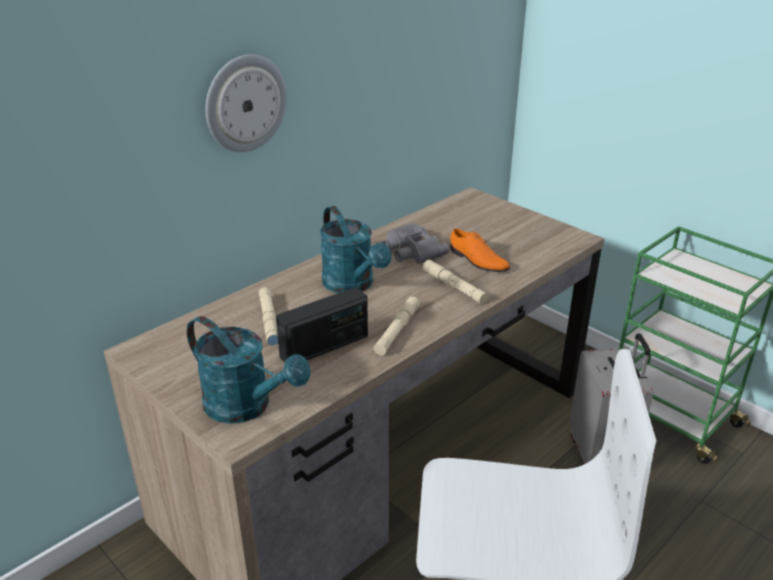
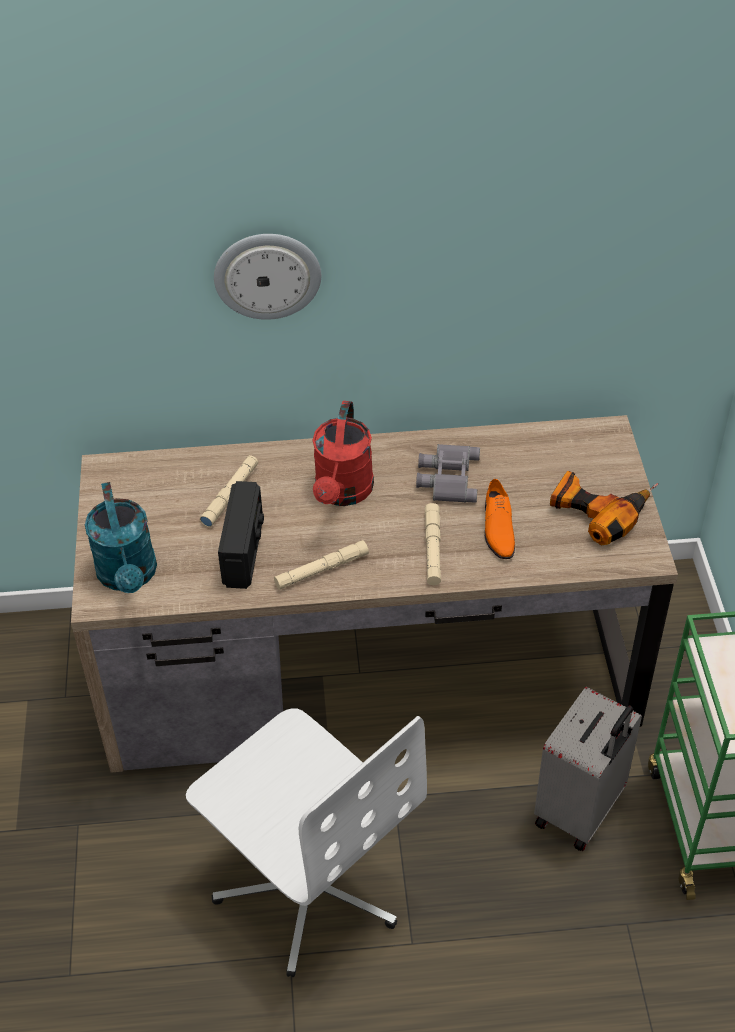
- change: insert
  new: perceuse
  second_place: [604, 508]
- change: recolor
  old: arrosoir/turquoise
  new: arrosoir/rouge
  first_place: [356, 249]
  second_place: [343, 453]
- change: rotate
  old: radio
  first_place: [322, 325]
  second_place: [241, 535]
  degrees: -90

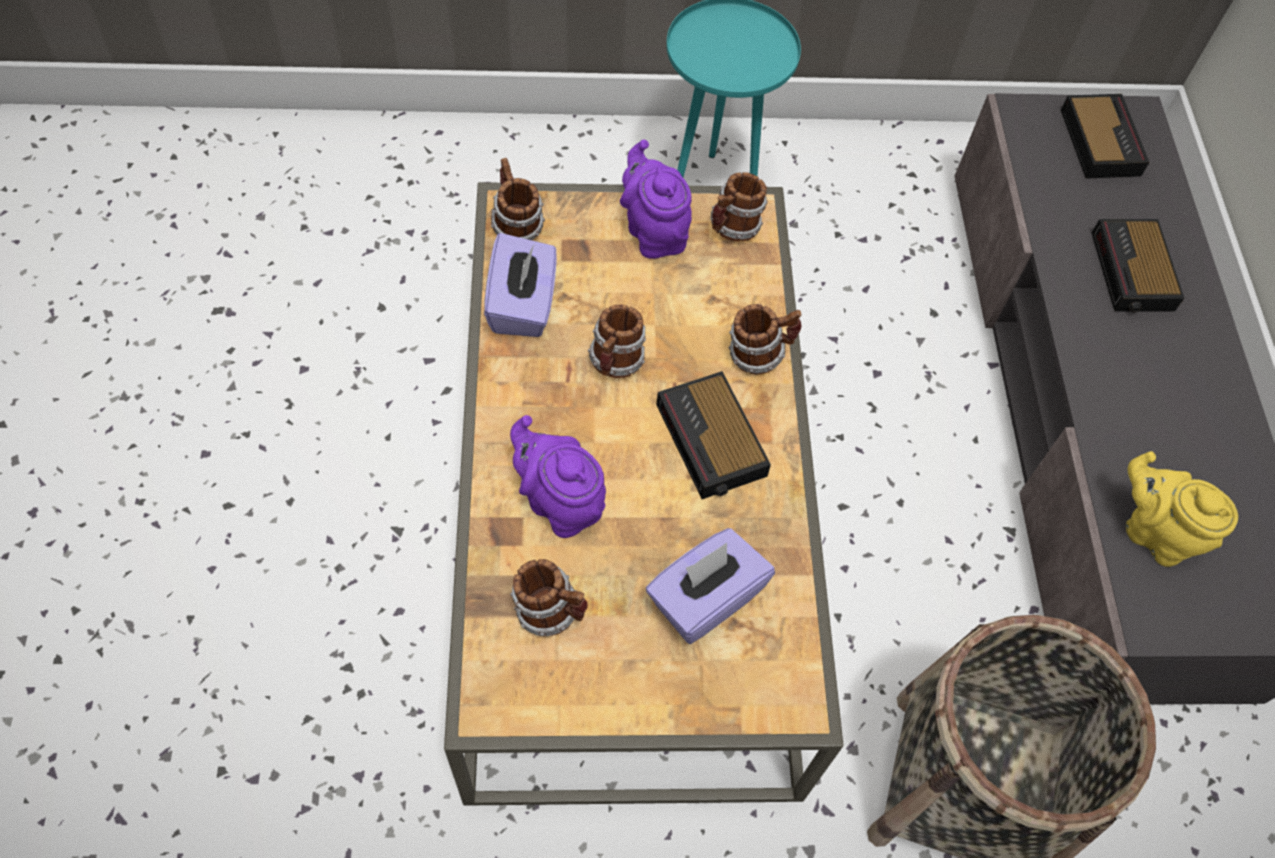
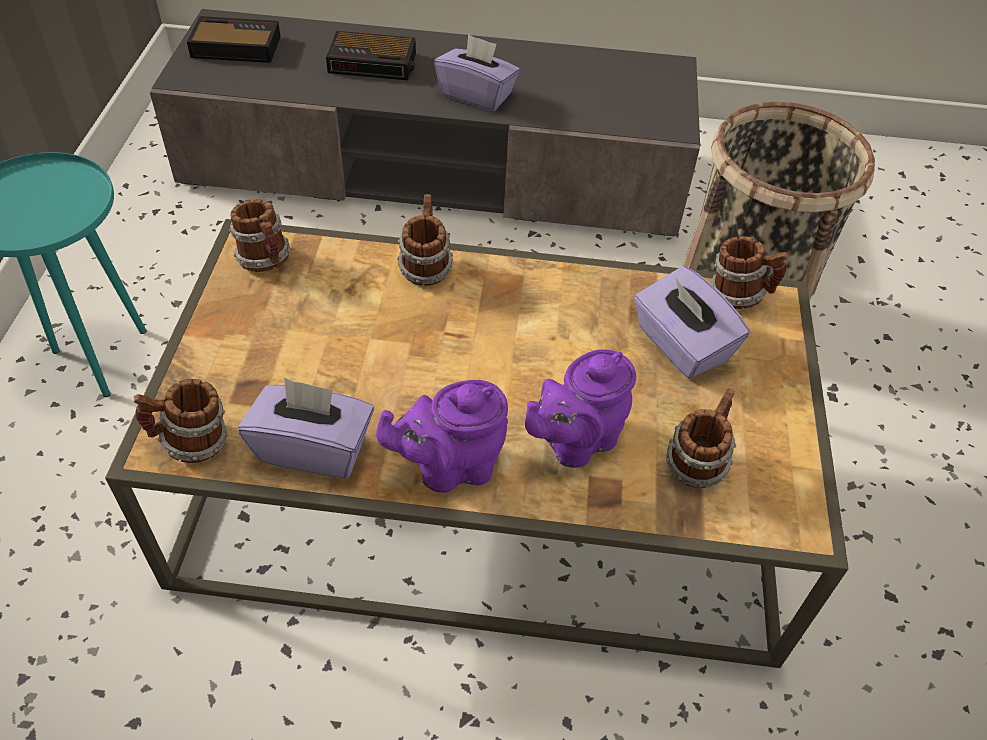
- change: delete
  old: réveil
  first_place: [713, 435]
- change: delete
  old: théière/jaune
  first_place: [1182, 509]
- change: insert
  new: boîte à mouchoirs/violet
  second_place: [477, 72]
- change: move
  old: mug
  first_place: [617, 341]
  second_place: [750, 272]
- change: move
  old: théière/violet
  first_place: [656, 199]
  second_place: [442, 436]

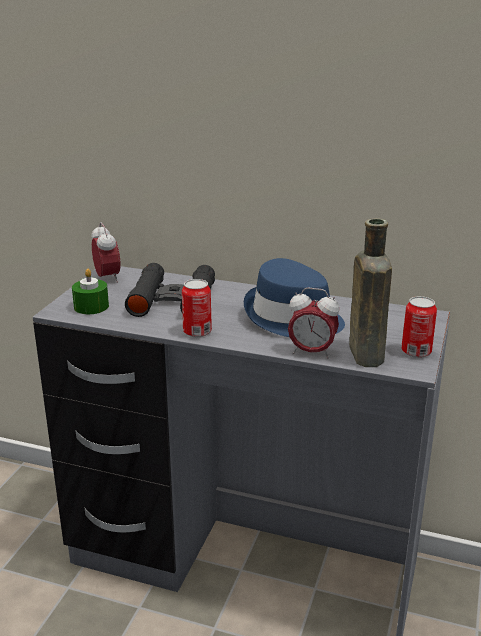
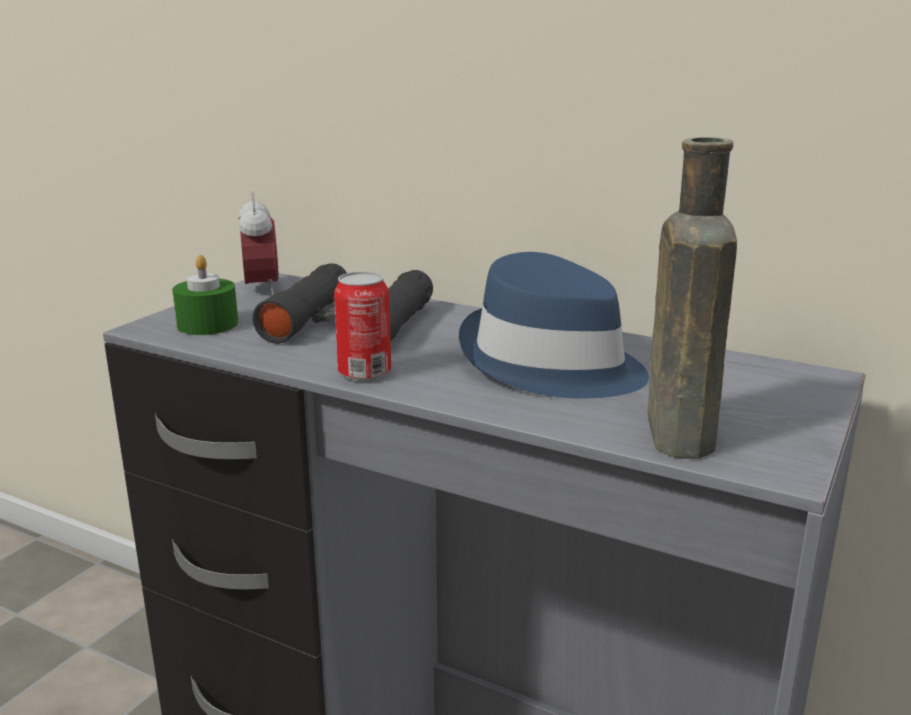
- change: delete
  old: réveil
  first_place: [313, 323]
- change: delete
  old: boîte métallique
  first_place: [419, 327]

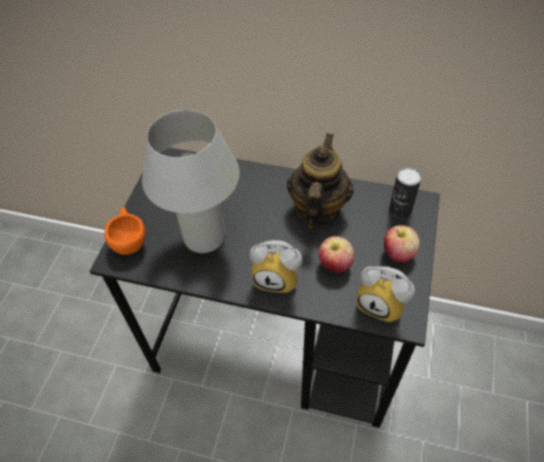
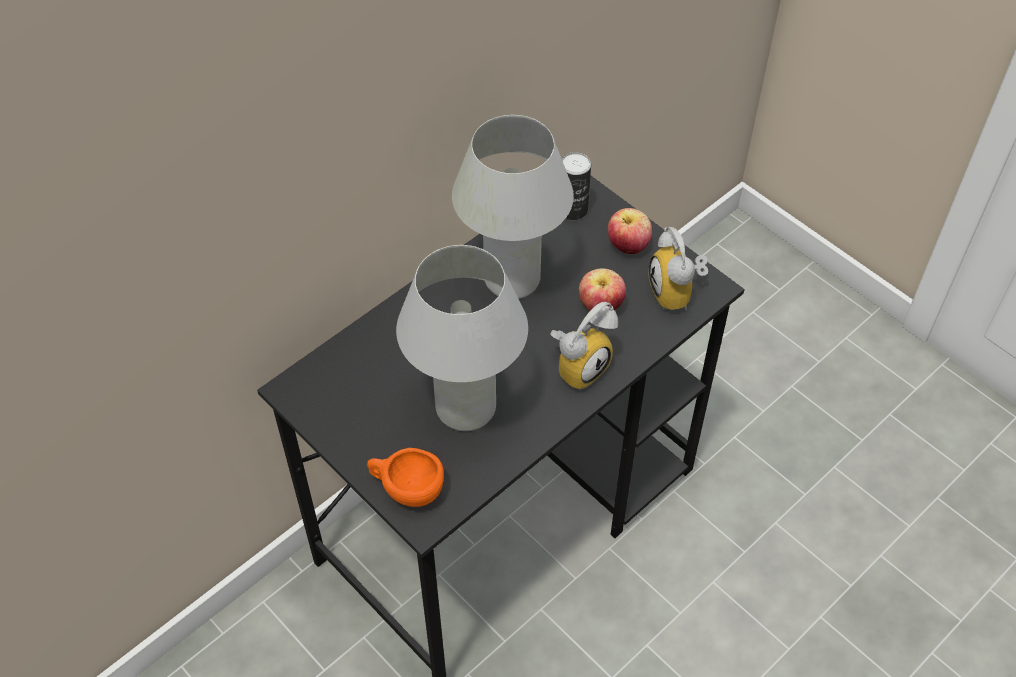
- change: replace
  old: théière
  new: lampe de table/blanc
  first_place: [320, 181]
  second_place: [513, 207]
- change: rotate
  old: réveil
  first_place: [386, 294]
  second_place: [678, 269]
  degrees: 105

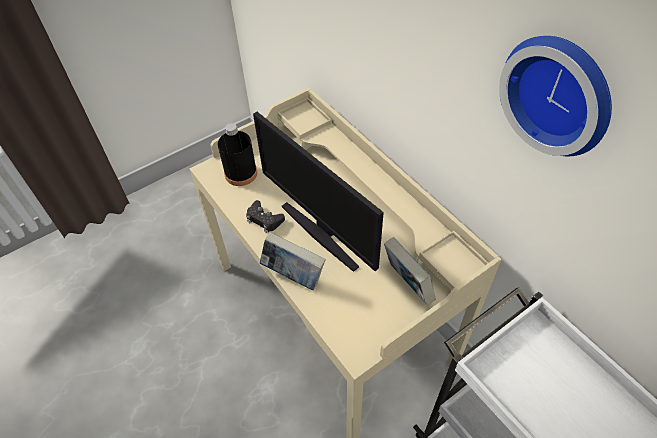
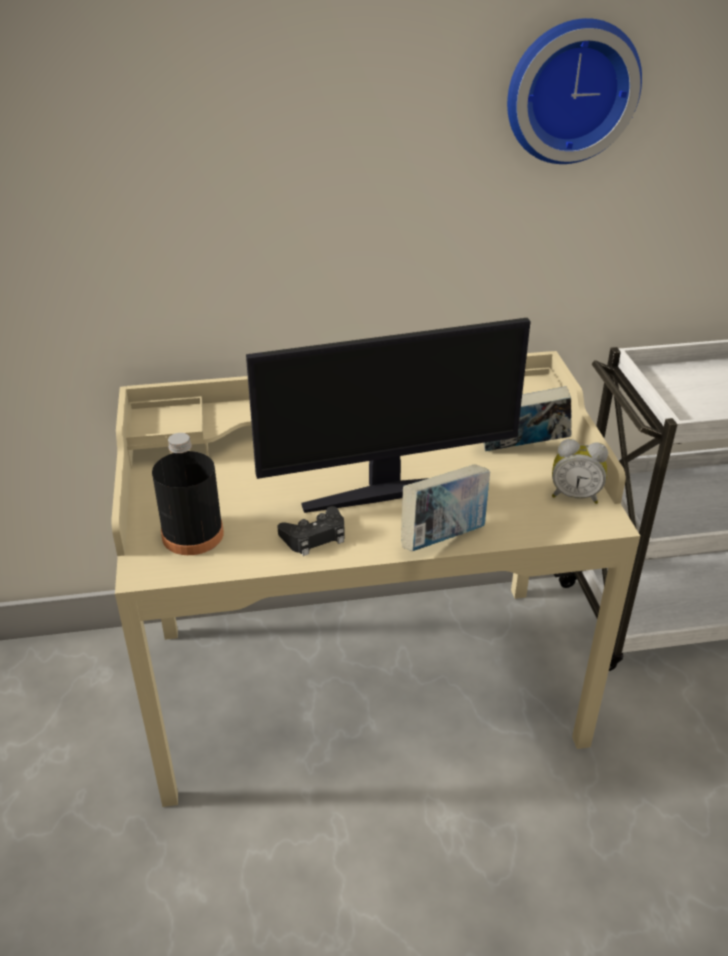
- change: insert
  new: réveil
  second_place: [580, 471]

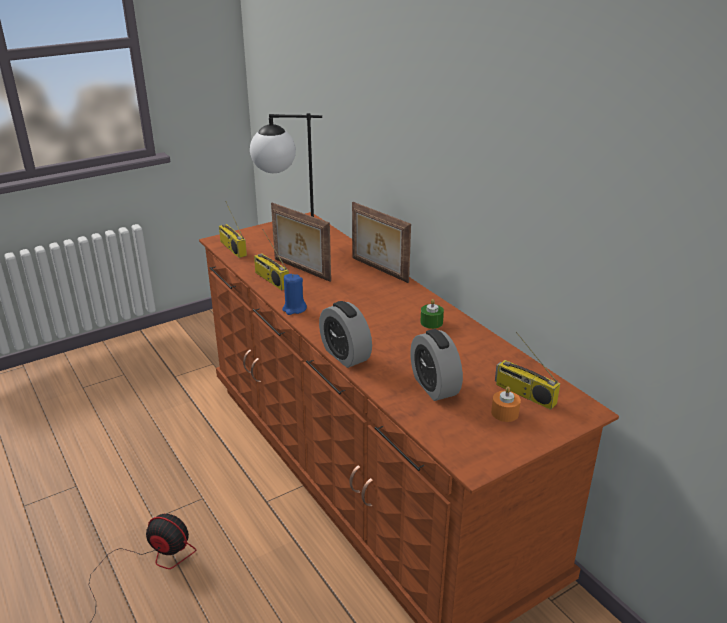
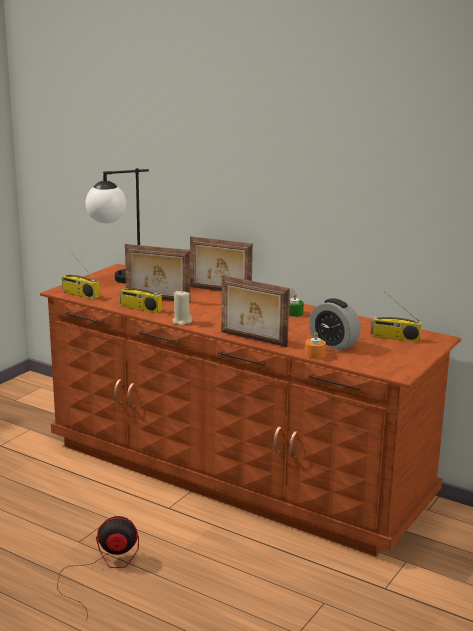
- change: move
  old: bougie/orange
  first_place: [506, 404]
  second_place: [315, 345]
- change: replace
  old: réveil
  new: cadre photo
  first_place: [345, 334]
  second_place: [255, 311]
- change: recolor
  old: bougie/bleu
  new: bougie/beige
  first_place: [294, 294]
  second_place: [182, 308]

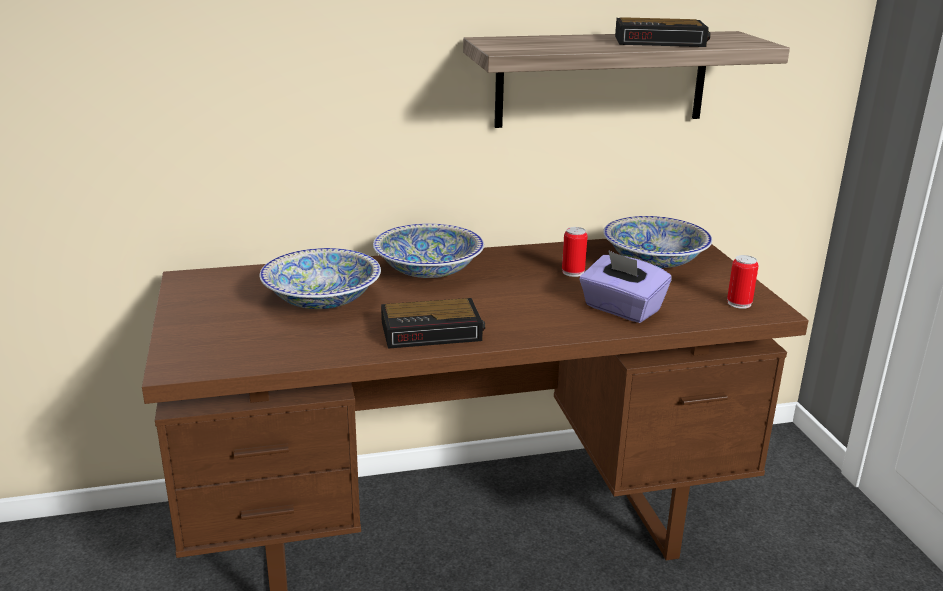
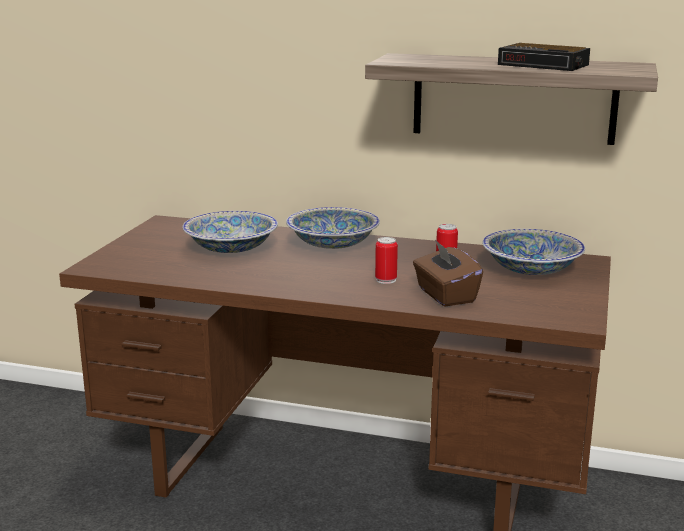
- change: delete
  old: réveil
  first_place: [433, 323]
- change: move
  old: boîte métallique
  first_place: [742, 282]
  second_place: [386, 260]
- change: recolor
  old: boîte à mouchoirs/violet
  new: boîte à mouchoirs/marron
  first_place: [625, 286]
  second_place: [448, 274]

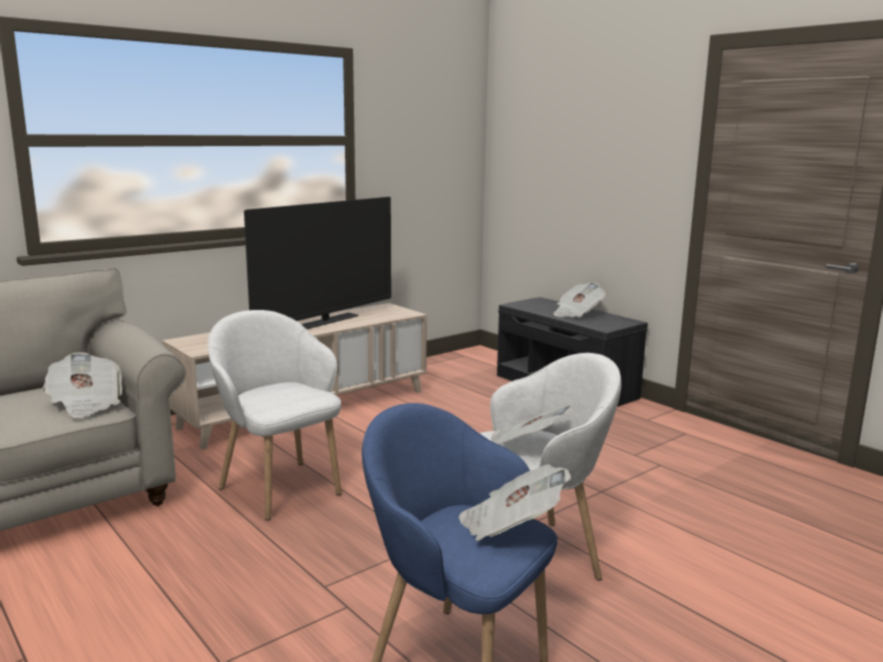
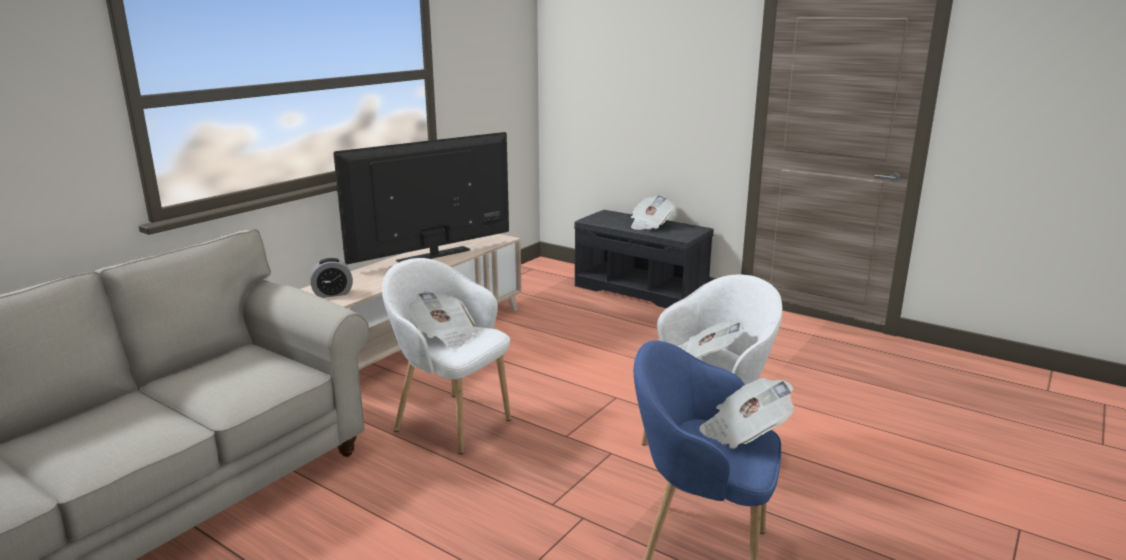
- change: insert
  new: réveil
  second_place: [331, 278]
- change: move
  old: journal
  first_place: [82, 385]
  second_place: [443, 320]
- change: rotate
  old: téléviseur
  first_place: [317, 263]
  second_place: [421, 198]
  degrees: -150

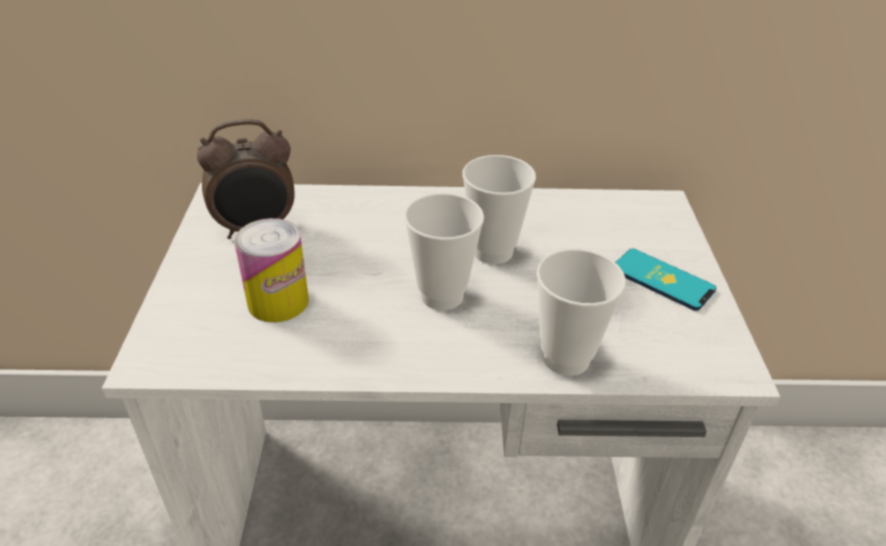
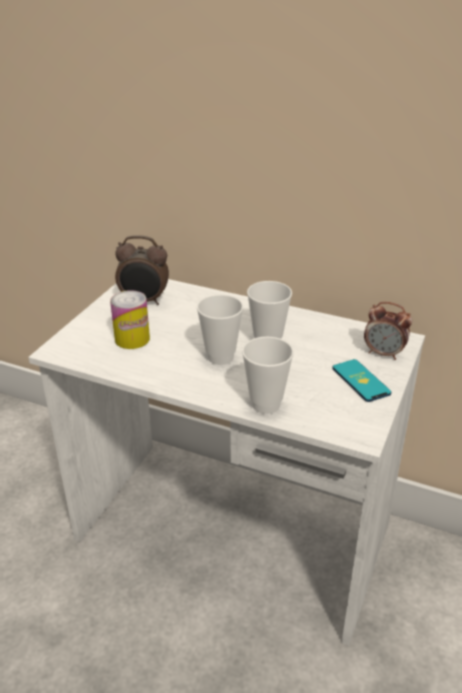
- change: insert
  new: réveil
  second_place: [388, 331]

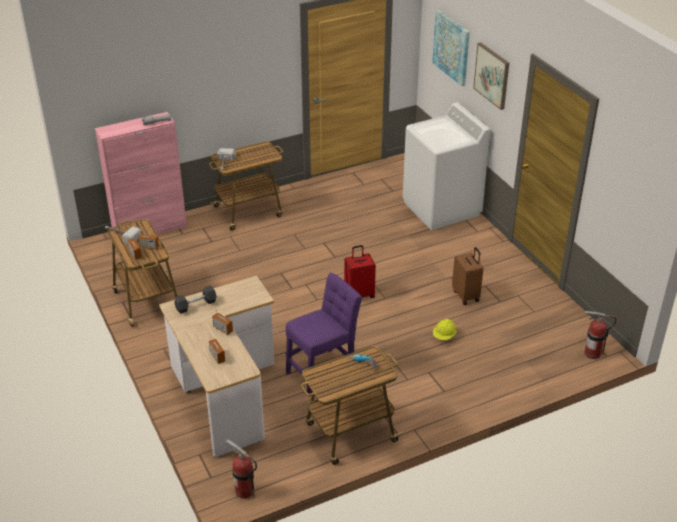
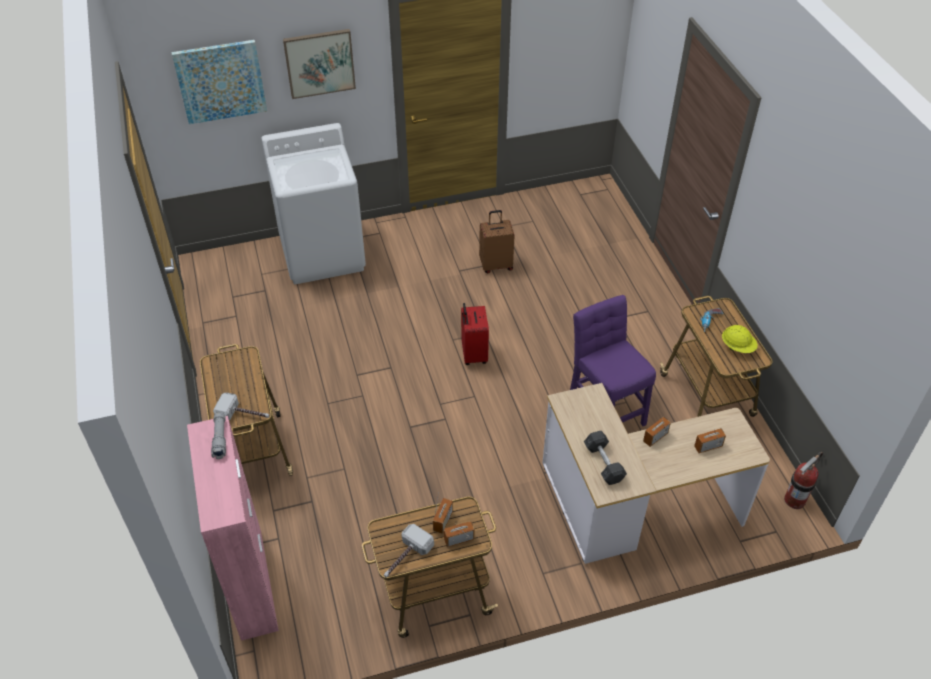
- change: delete
  old: extincteur
  first_place: [600, 335]
- change: move
  old: casque de chantier/jaune
  first_place: [445, 329]
  second_place: [740, 339]

